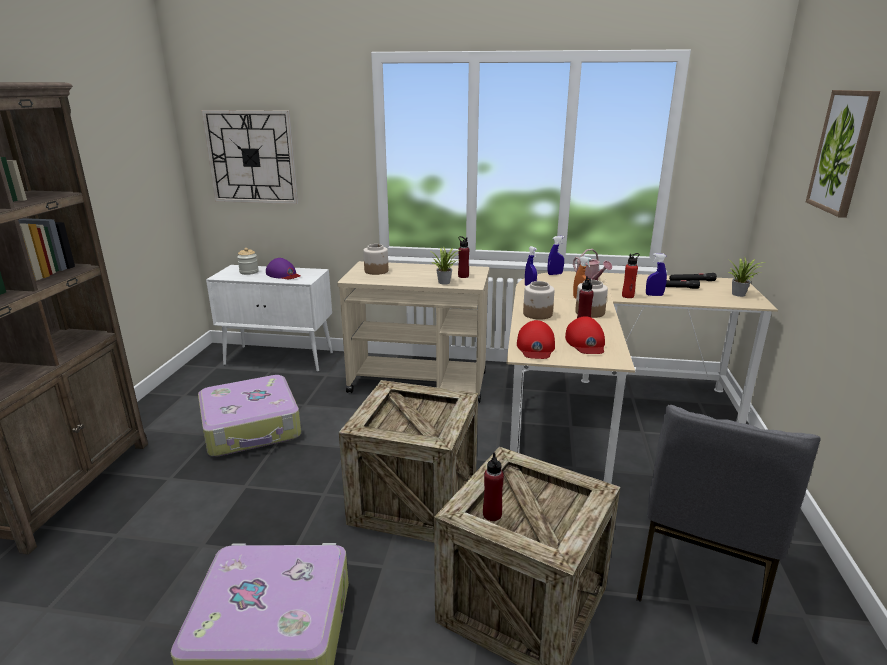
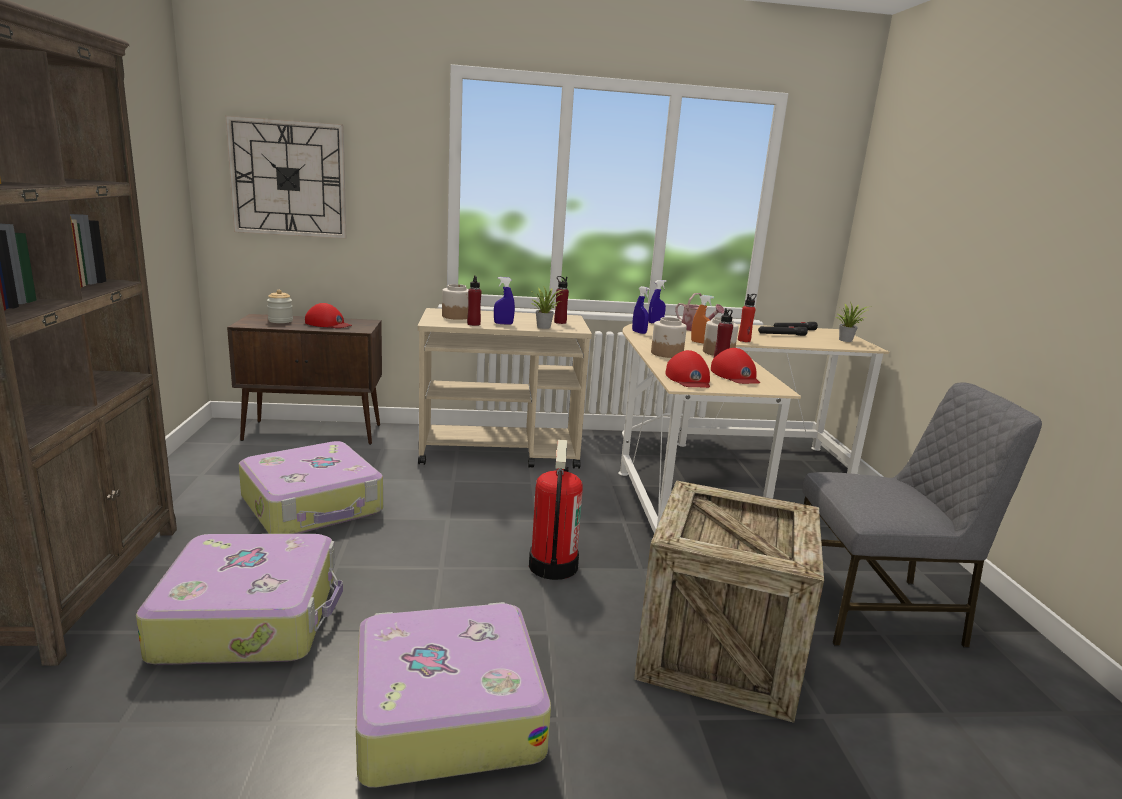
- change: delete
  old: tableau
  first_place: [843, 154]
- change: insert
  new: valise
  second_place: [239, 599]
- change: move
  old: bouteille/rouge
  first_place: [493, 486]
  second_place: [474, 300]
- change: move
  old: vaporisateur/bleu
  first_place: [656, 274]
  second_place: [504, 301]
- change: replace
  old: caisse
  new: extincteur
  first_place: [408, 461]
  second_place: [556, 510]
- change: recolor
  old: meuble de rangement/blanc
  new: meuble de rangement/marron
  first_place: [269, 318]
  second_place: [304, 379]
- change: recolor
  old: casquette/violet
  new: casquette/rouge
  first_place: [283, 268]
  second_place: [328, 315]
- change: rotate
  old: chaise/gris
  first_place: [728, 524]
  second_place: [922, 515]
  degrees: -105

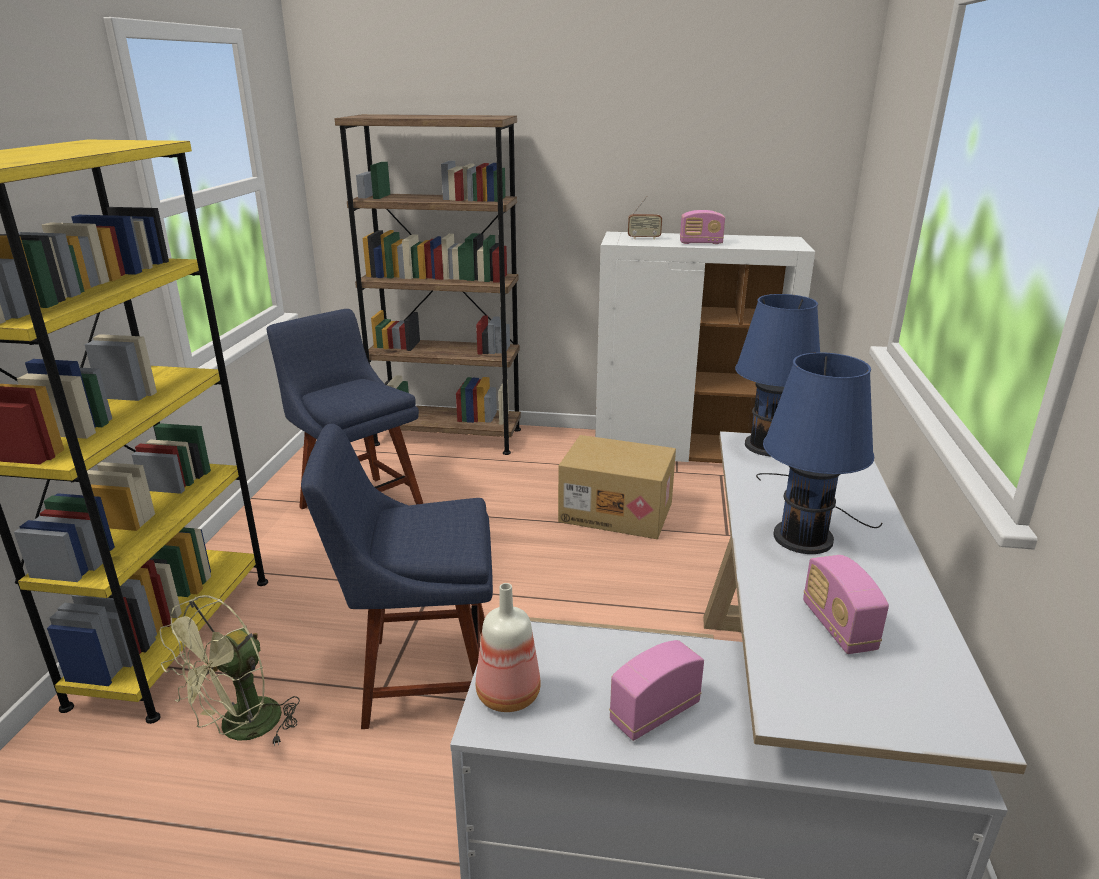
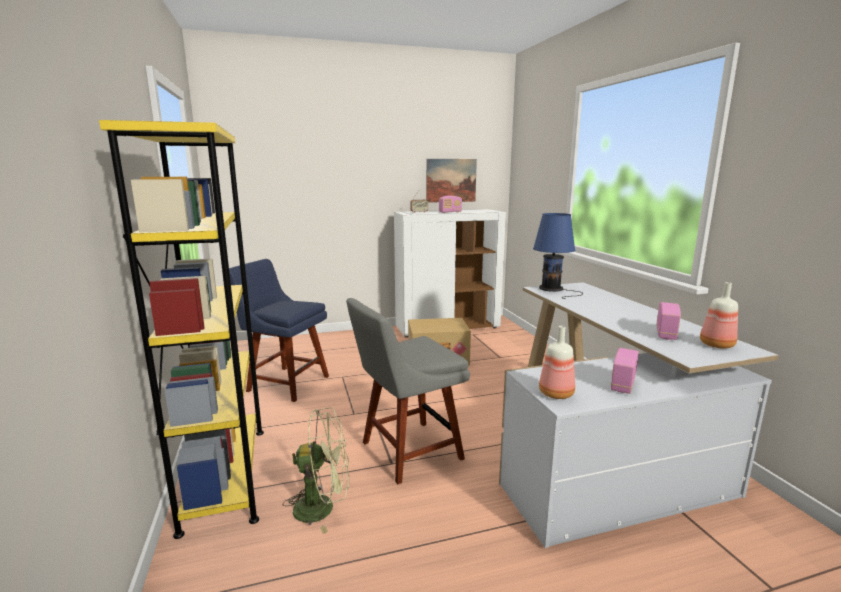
- change: delete
  old: bibliothèque/marron
  first_place: [427, 284]
- change: delete
  old: lampe de table/bleu
  first_place: [823, 453]
- change: insert
  new: tableau
  second_place: [451, 181]
- change: insert
  new: bouteille
  second_place: [719, 315]
- change: recolor
  old: chaise/bleu
  new: chaise/gris
  first_place: [397, 576]
  second_place: [408, 391]
- change: rotate
  old: ventilateur/vert
  first_place: [230, 670]
  second_place: [316, 470]
  degrees: -105
- change: rotate
  old: radio
  first_place: [846, 604]
  second_place: [668, 321]
  degrees: -120

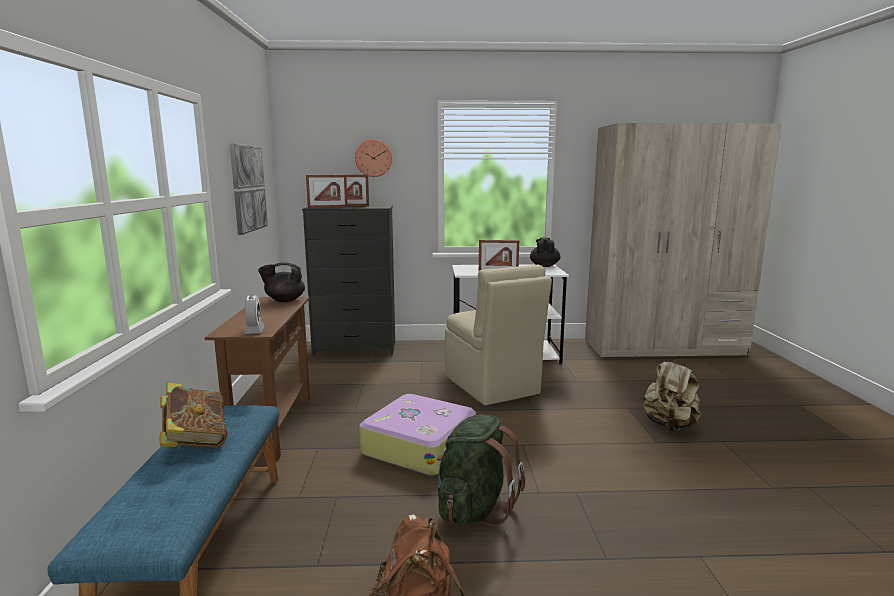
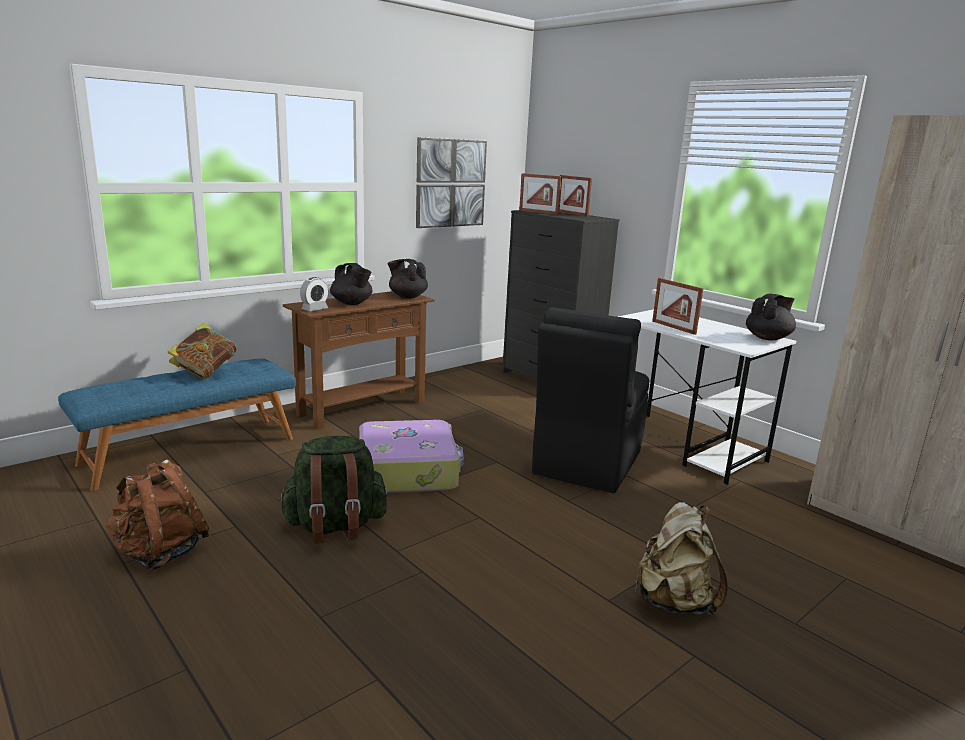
- change: delete
  old: horloge murale
  first_place: [373, 158]
- change: insert
  new: théière/noir
  second_place: [351, 284]
- change: recolor
  old: chaise/beige
  new: chaise/noir
  first_place: [498, 335]
  second_place: [591, 400]

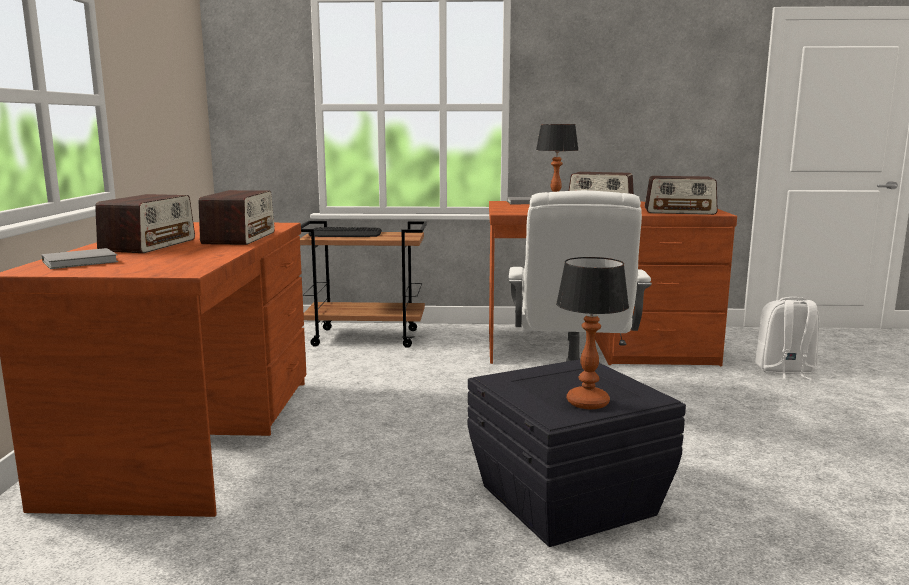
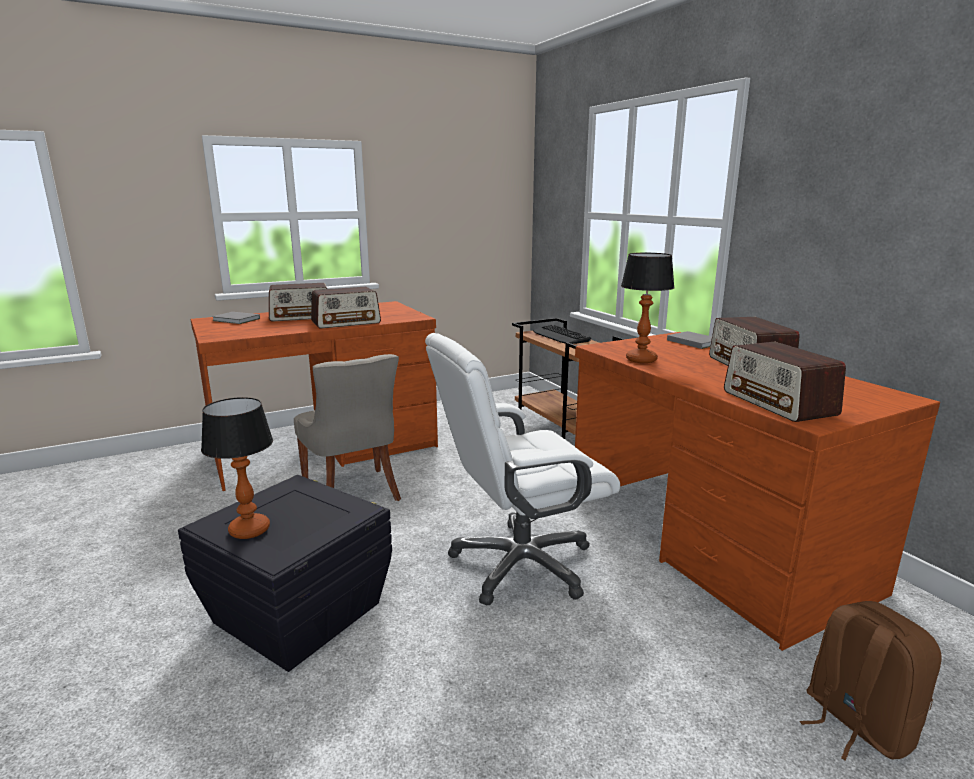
- change: insert
  new: chaise/gris
  second_place: [347, 427]
- change: recolor
  old: sac à dos/blanc
  new: sac à dos/marron
  first_place: [787, 338]
  second_place: [871, 681]

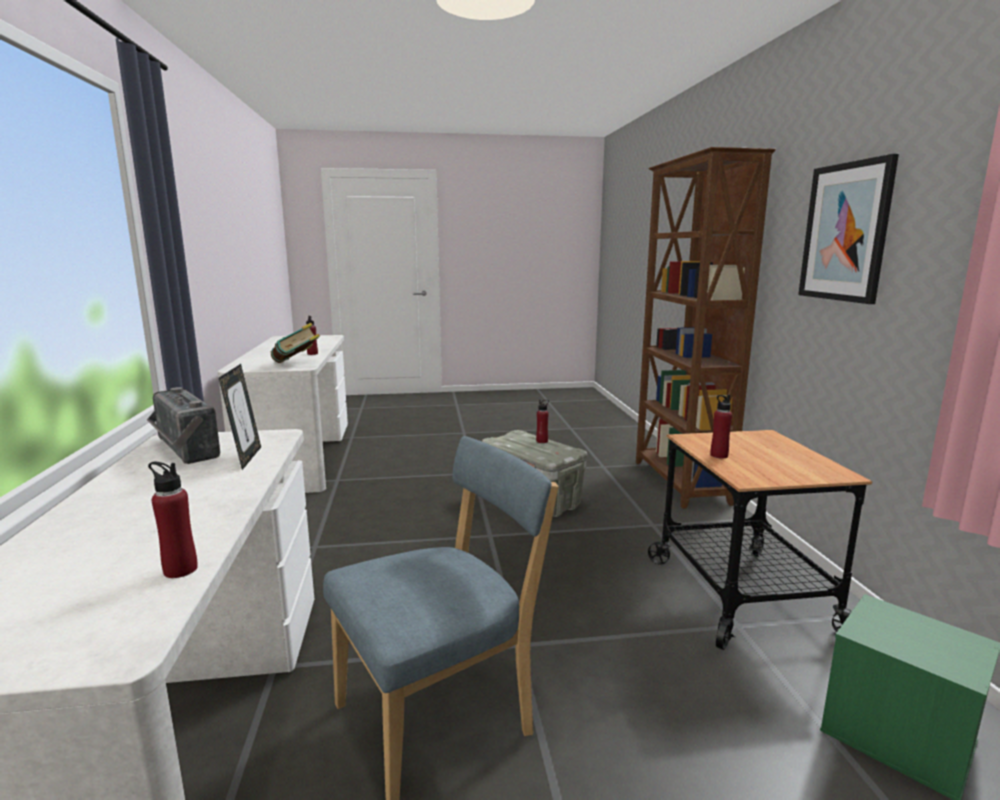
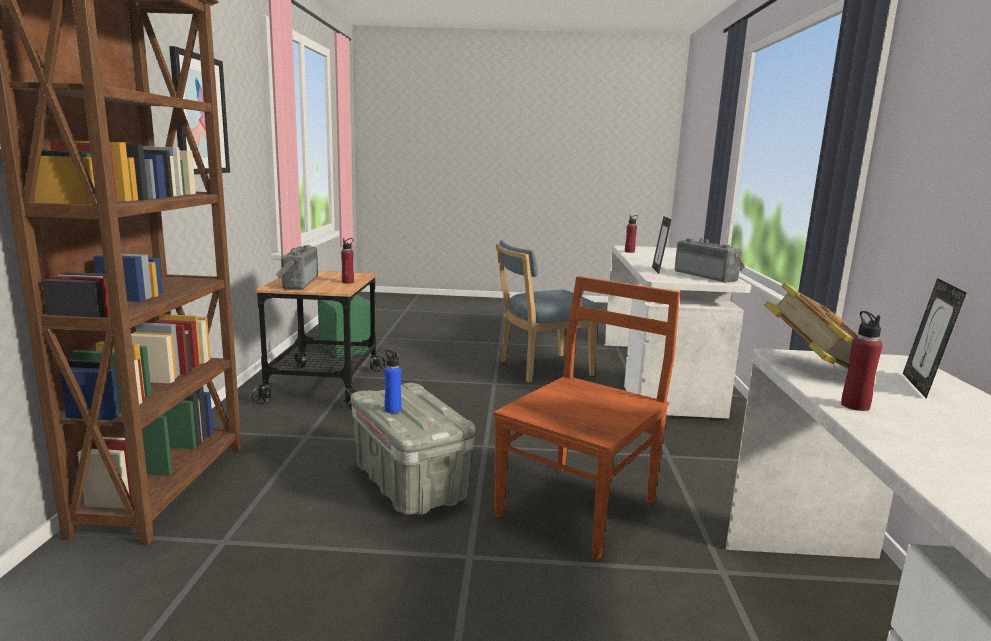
- change: insert
  new: radio
  second_place: [297, 267]
- change: insert
  new: chaise/marron
  second_place: [586, 418]
- change: insert
  new: cadre photo
  second_place: [934, 338]
- change: recolor
  old: bouteille/rouge
  new: bouteille/bleu
  first_place: [542, 421]
  second_place: [393, 381]

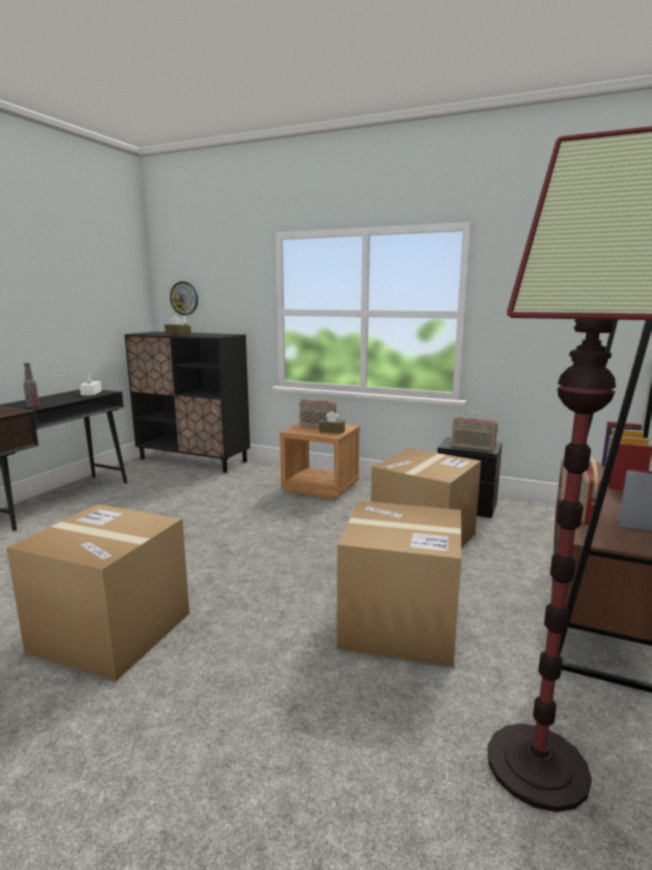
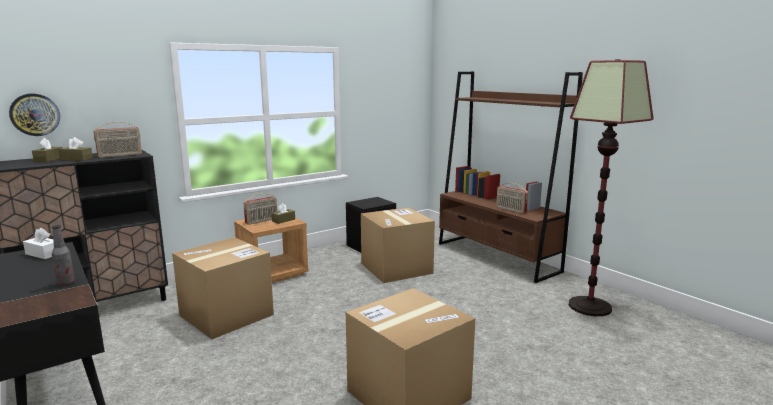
- change: move
  old: carton
  first_place: [399, 584]
  second_place: [223, 288]
- change: move
  old: radio
  first_place: [475, 431]
  second_place: [118, 140]

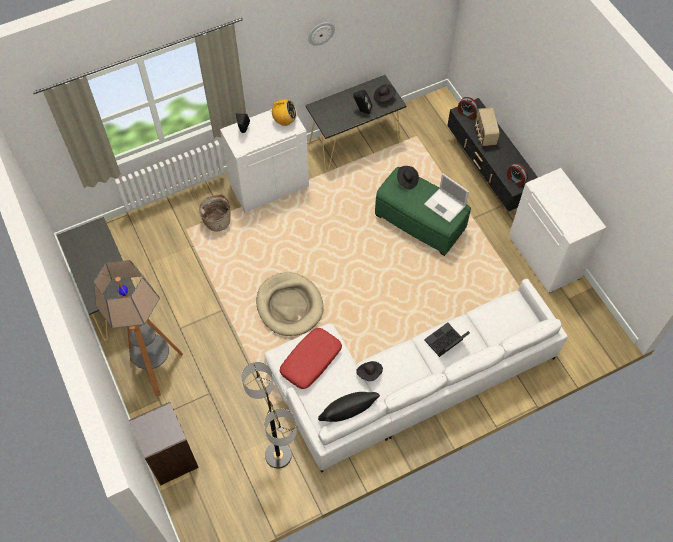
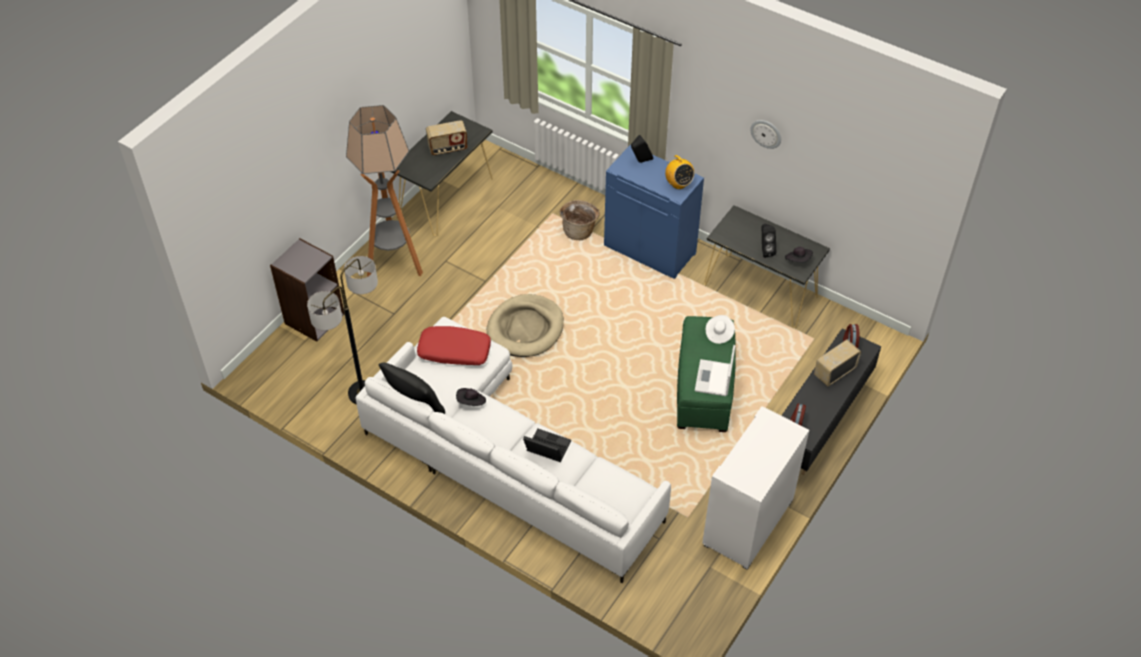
- change: insert
  new: radio
  second_place: [446, 137]
- change: recolor
  old: meuble de rangement/blanc
  new: meuble de rangement/bleu
  first_place: [264, 160]
  second_place: [654, 212]
- change: recolor
  old: chapeau/noir
  new: chapeau/blanc
  first_place: [408, 178]
  second_place: [720, 329]

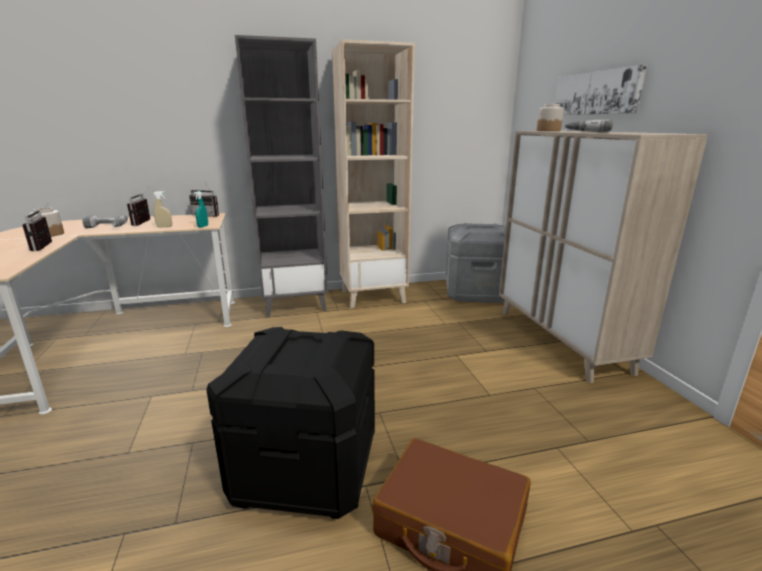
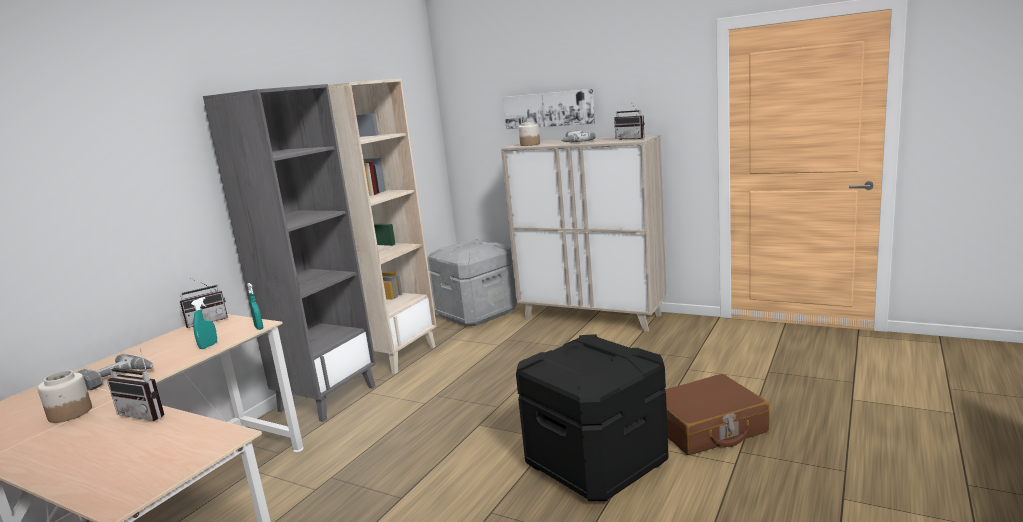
- change: move
  old: radio
  first_place: [138, 207]
  second_place: [629, 121]
- change: recolor
  old: vaporisateur/beige
  new: vaporisateur/turquoise
  first_place: [162, 209]
  second_place: [204, 323]

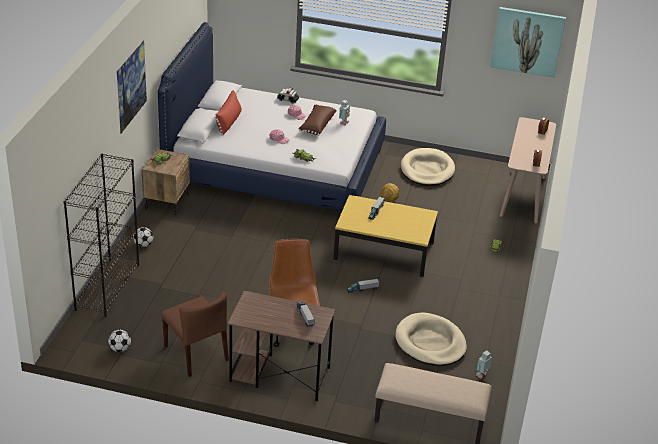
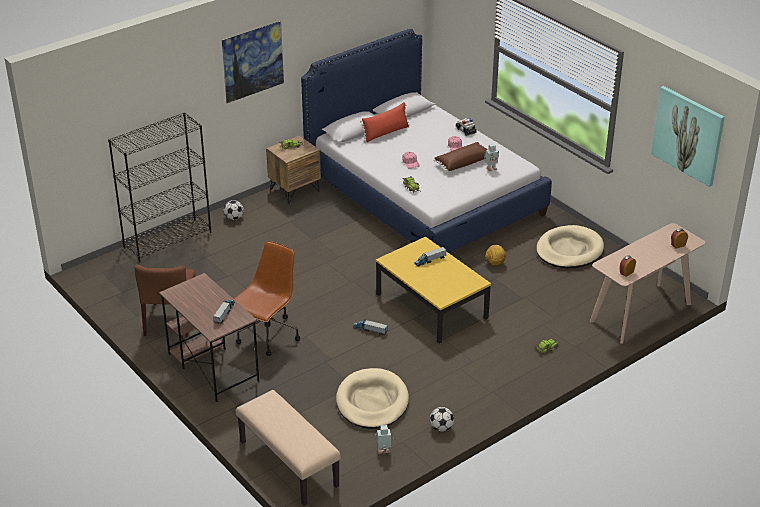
- change: move
  old: ballon de foot
  first_place: [119, 341]
  second_place: [442, 419]

